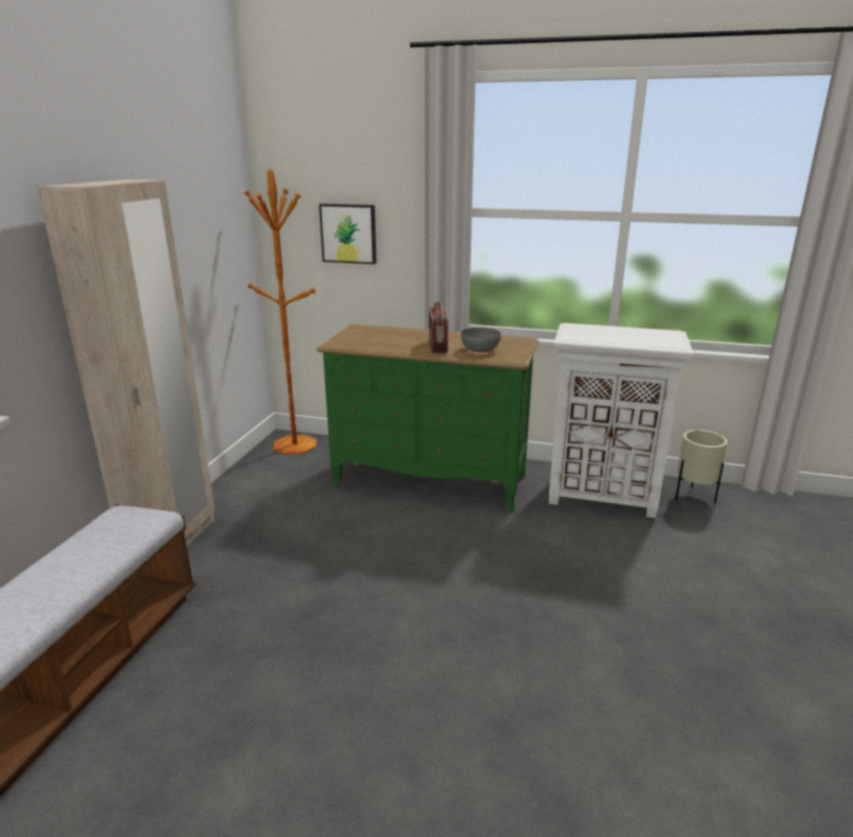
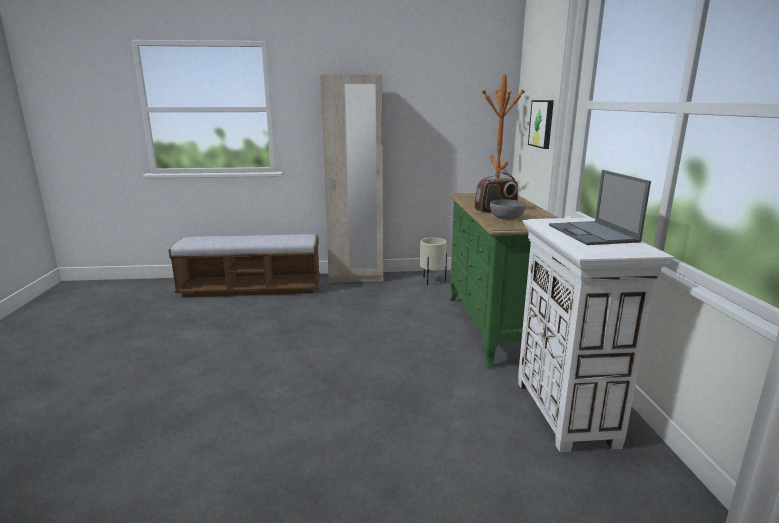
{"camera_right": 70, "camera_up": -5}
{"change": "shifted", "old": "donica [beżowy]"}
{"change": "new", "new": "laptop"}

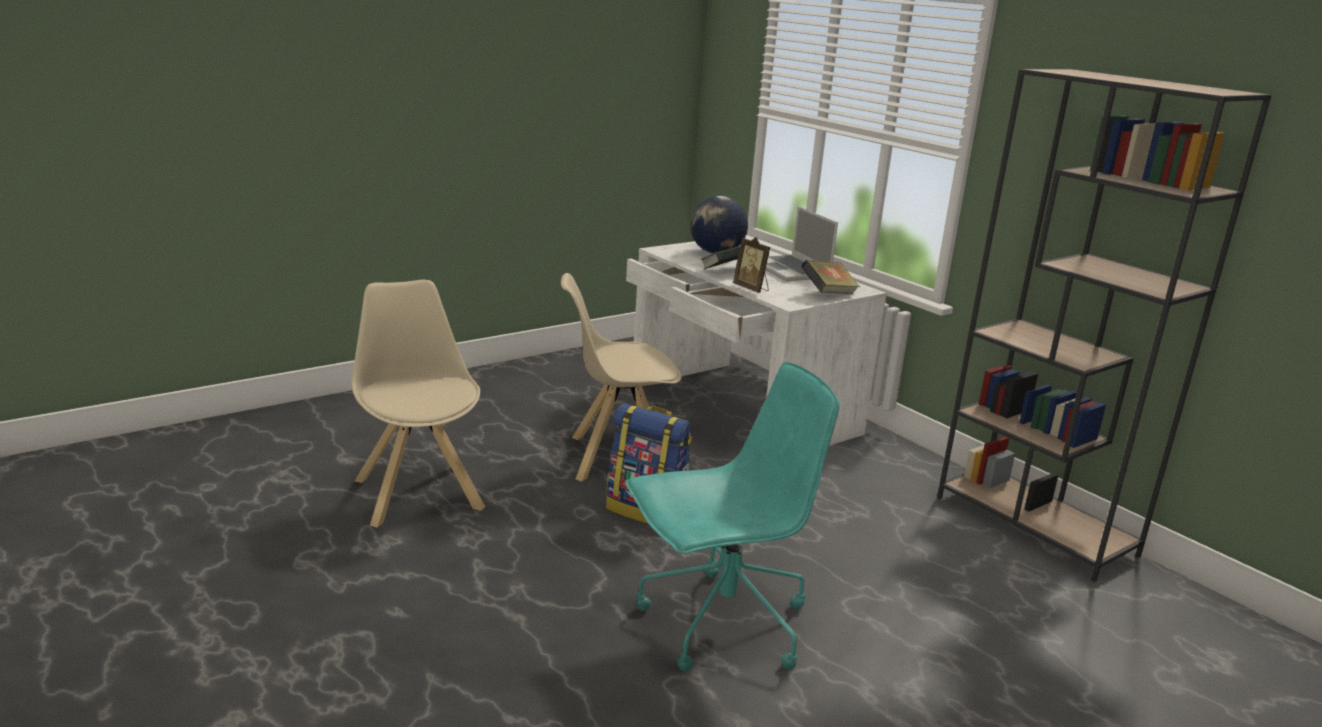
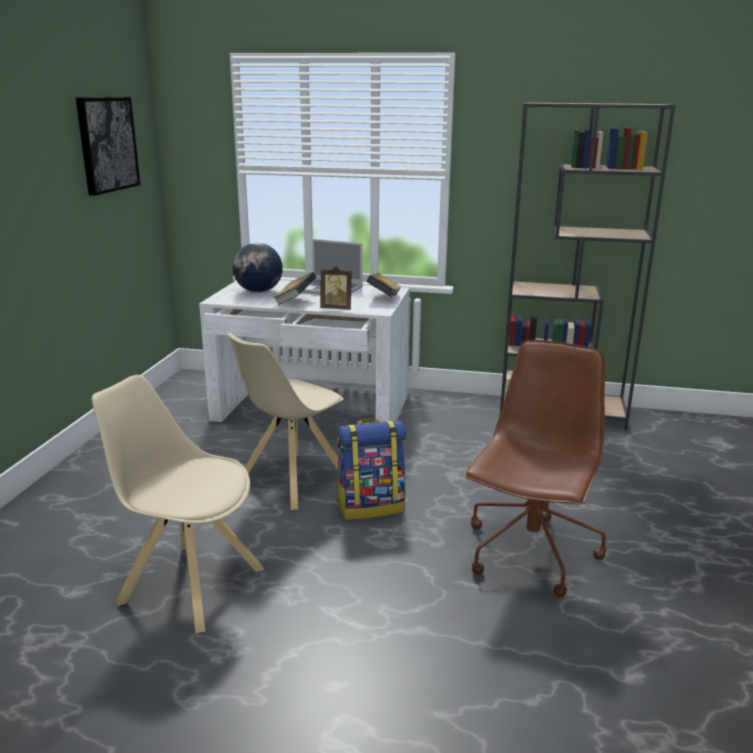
{"camera_right": -40, "camera_up": 0}
{"change": "new", "new": "obraz"}
{"change": "repainted", "old": "krzesło biurowe [turkusowy]", "new": "krzesło biurowe [brązowy]"}

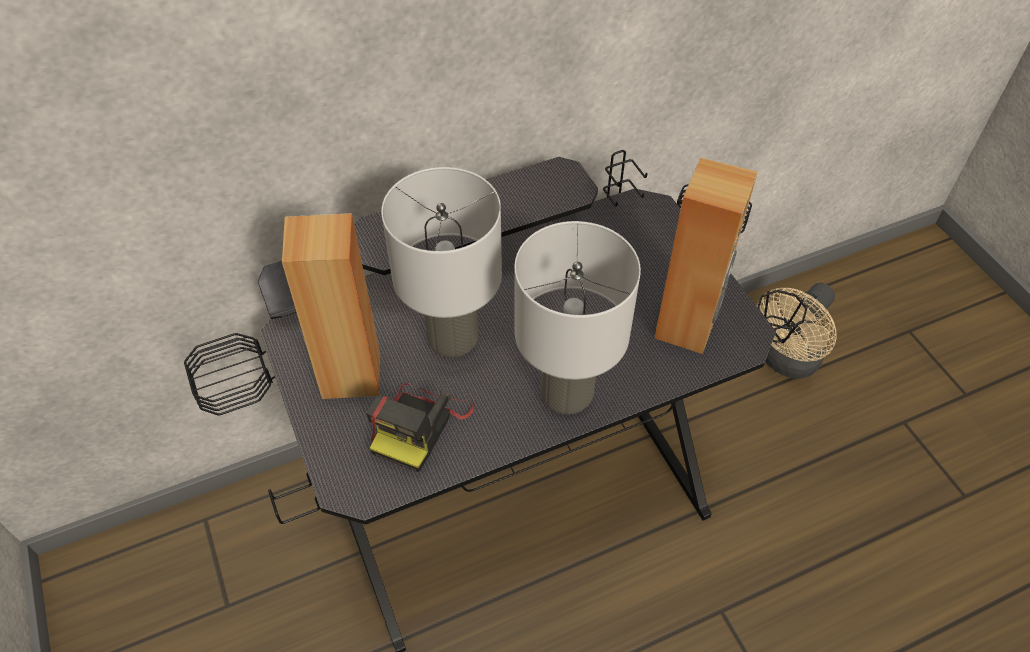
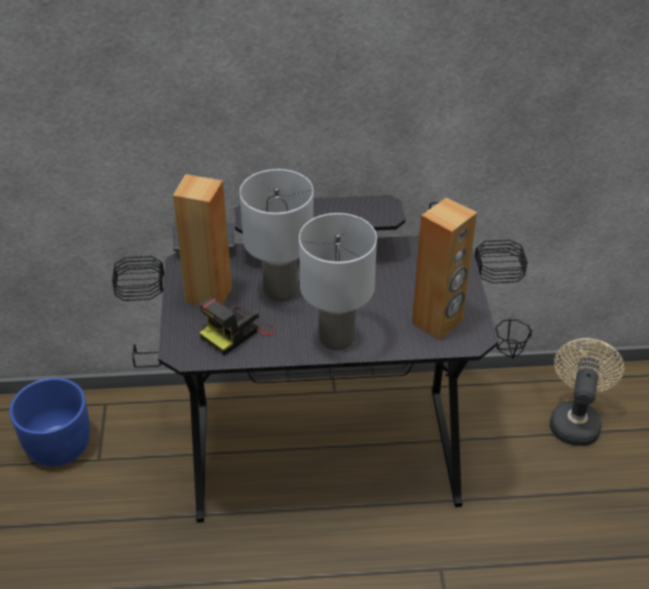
{"camera_right": 20, "camera_up": -10}
{"change": "new", "new": "donica [niebieski]"}
{"change": "rotated", "old": "wentylator [beżowy]", "degrees": 135}

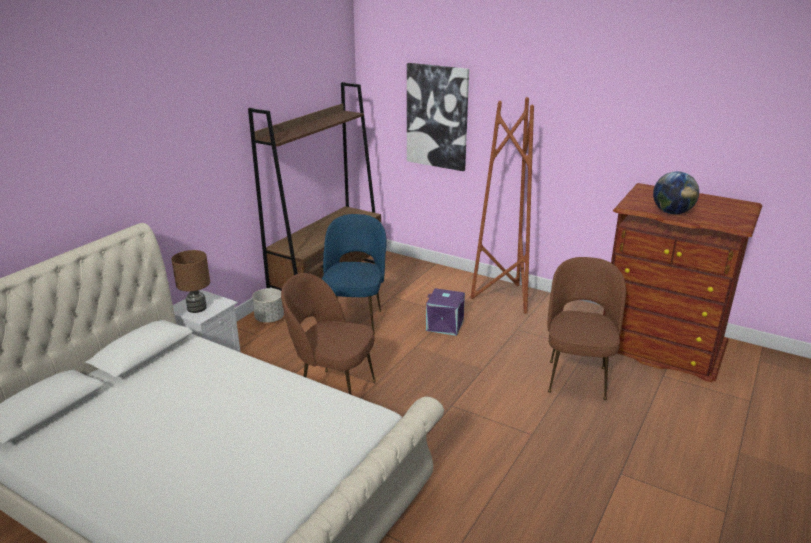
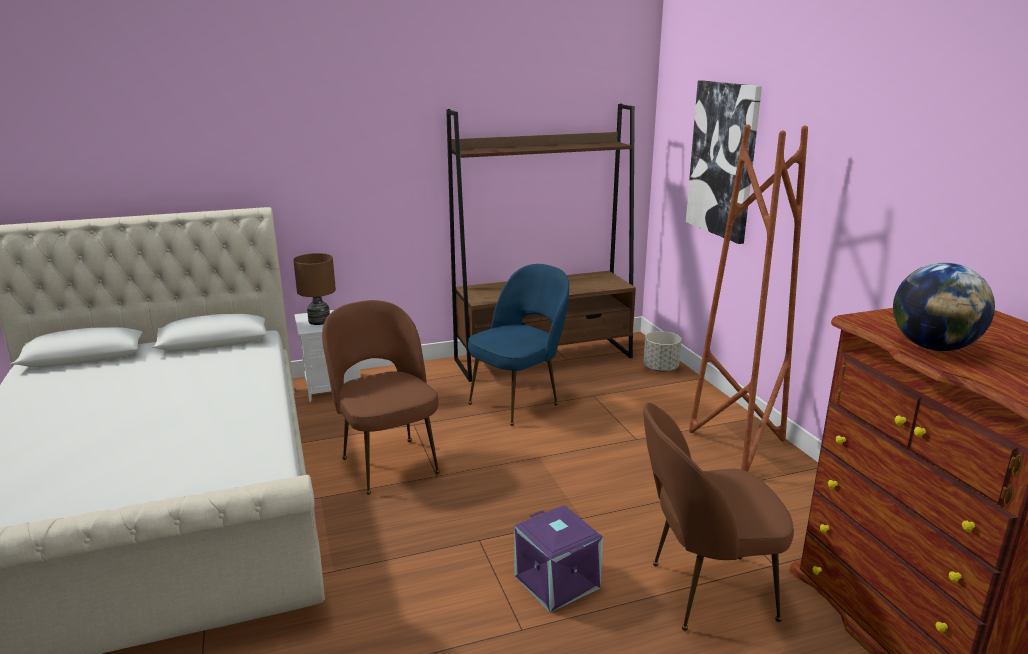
{"camera_right": 40, "camera_up": -5}
{"change": "shifted", "old": "pojemnik do przechowywania [fioletowy]"}
{"change": "shifted", "old": "donica [szary]"}
{"change": "rotated", "old": "krzesło [brązowy] (no. 2 from left)", "degrees": -150}

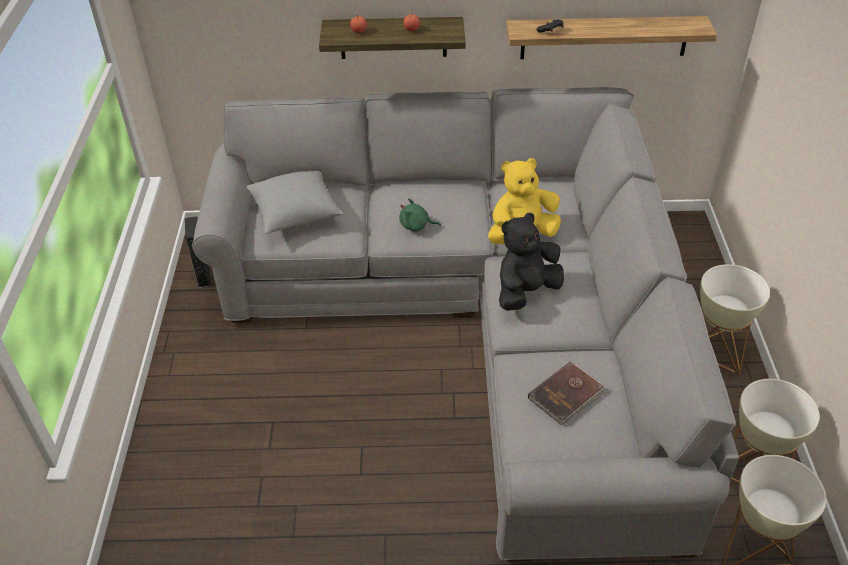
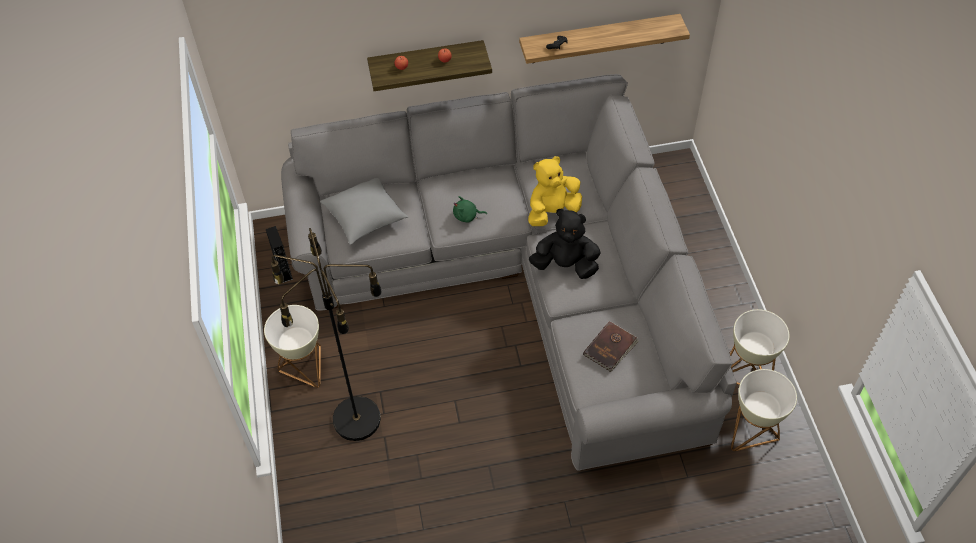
{"camera_right": -10, "camera_up": 10}
{"change": "shifted", "old": "donica (no. 1 from left)"}
{"change": "new", "new": "lampa stojąca"}
{"change": "rotated", "old": "pluszak [czarny]", "degrees": 60}

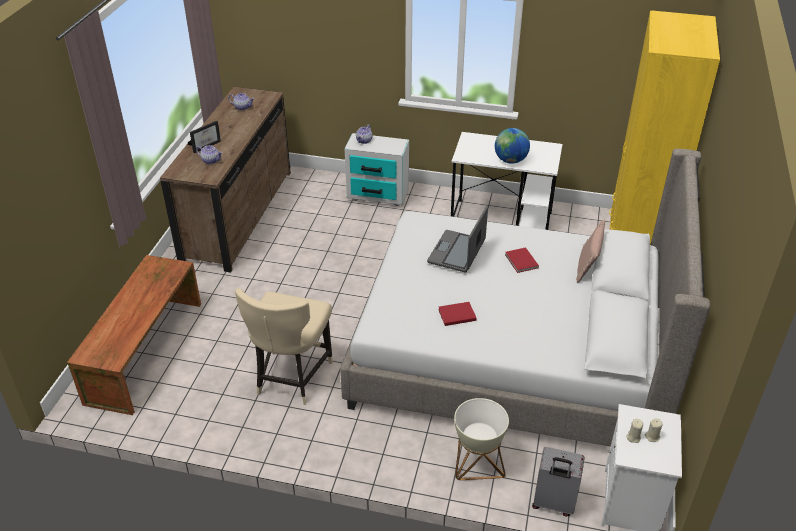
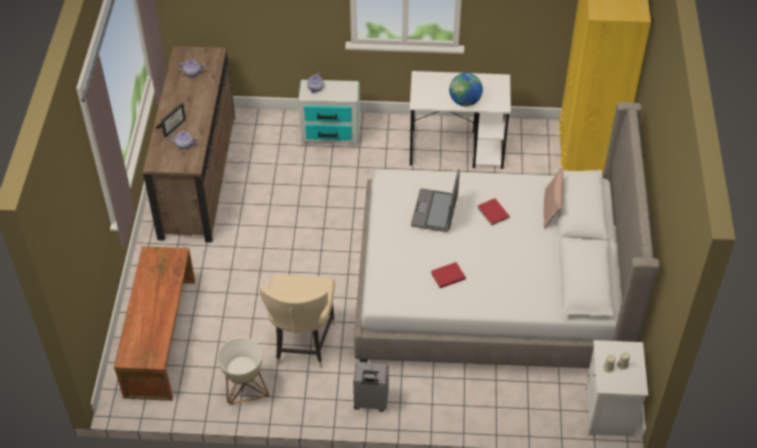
{"camera_right": -10, "camera_up": 10}
{"change": "shifted", "old": "donica"}
{"change": "shifted", "old": "walizka [szary]"}

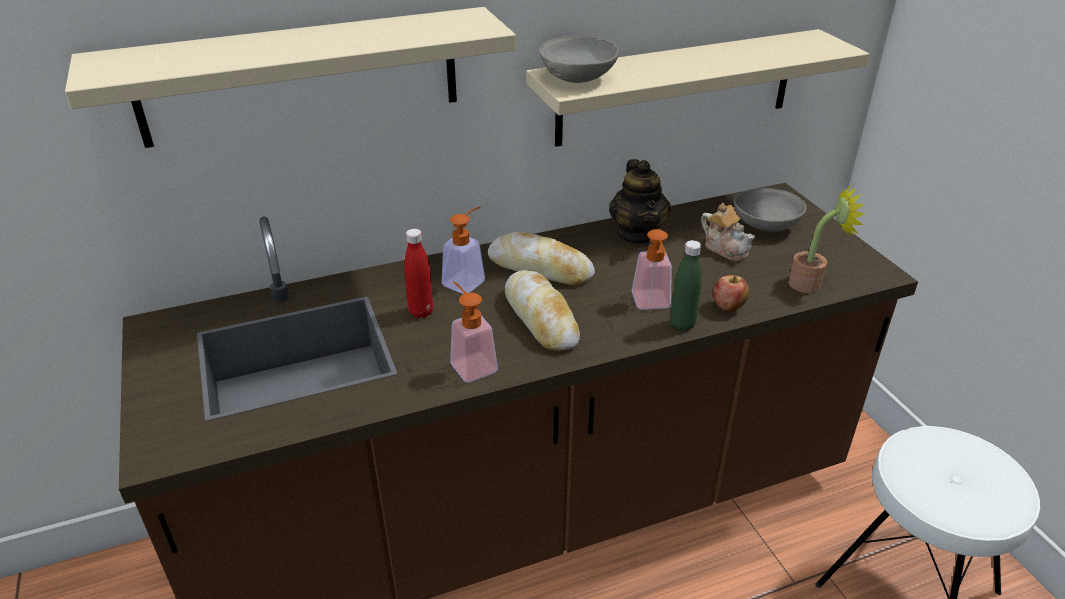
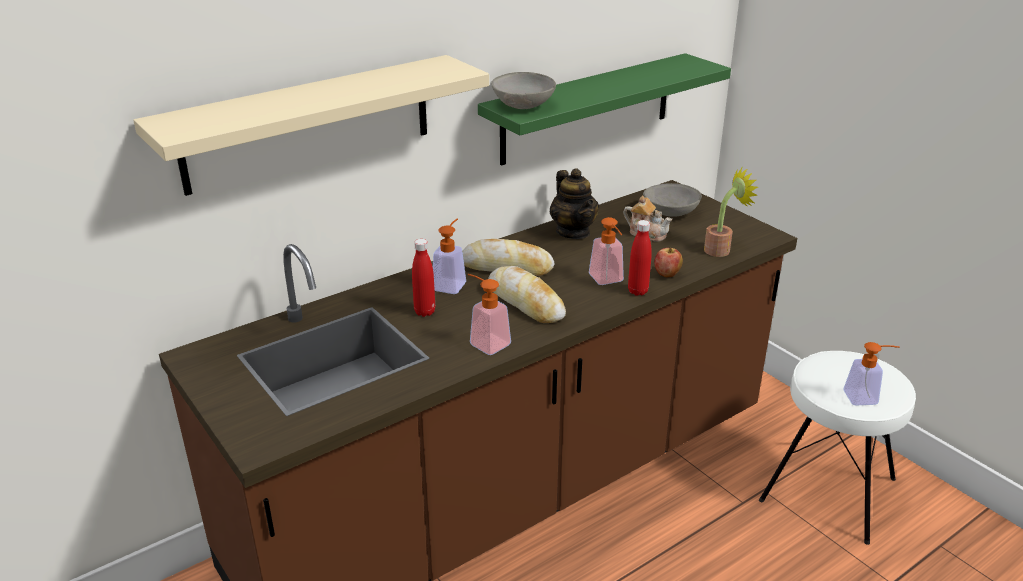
{"camera_right": -15, "camera_up": -5}
{"change": "repainted", "old": "półka [beżowy] (no. 2 from left)", "new": "półka [zielony]"}
{"change": "repainted", "old": "butelka [zielony]", "new": "butelka [czerwony] (no. 2 from left)"}
{"change": "new", "new": "dozownik mydła (no. 4 from left)"}

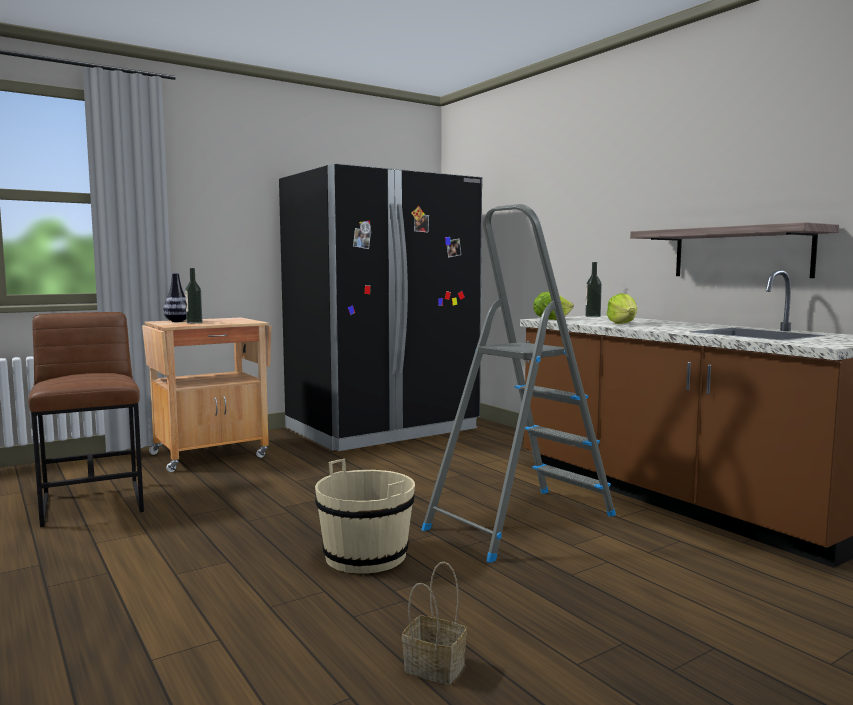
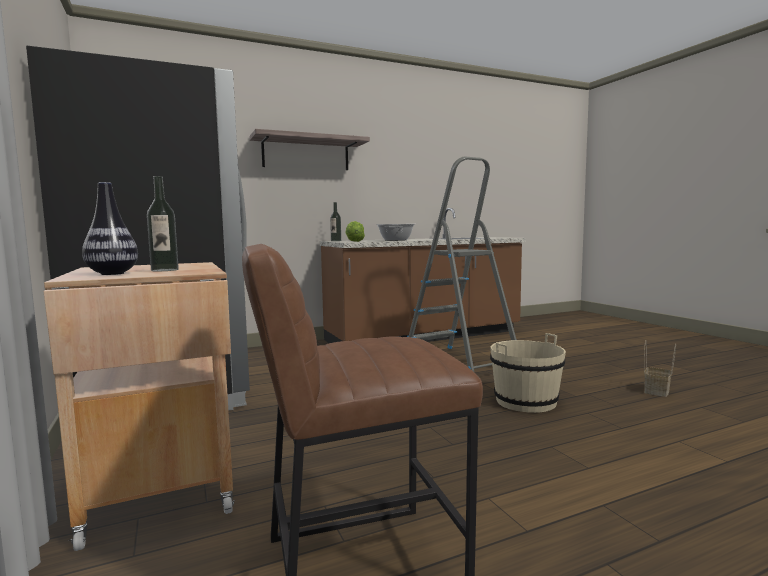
{"camera_right": -80, "camera_up": 0}
{"change": "shifted", "old": "półka"}
{"change": "swapped", "old": "sałata (no. 2 from left)", "new": "garnek"}

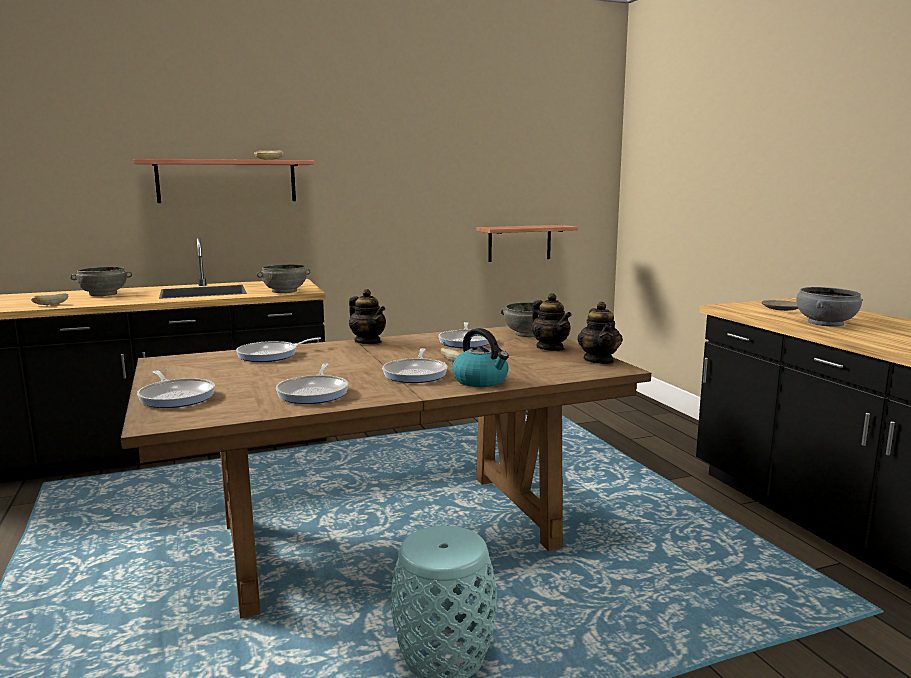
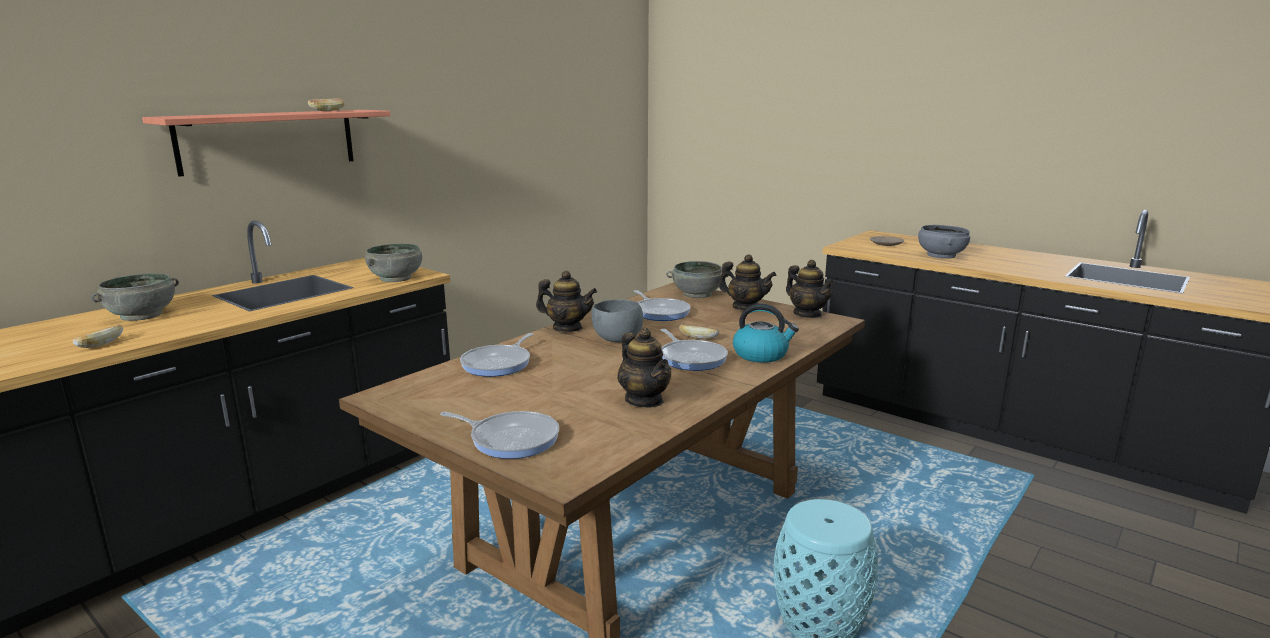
{"camera_right": -30, "camera_up": 5}
{"change": "new", "new": "miska [szary] (no. 3 from left)"}
{"change": "swapped", "old": "patelnia (no. 3 from left)", "new": "imbryk (no. 2 from left)"}
{"change": "gone", "old": "półka (no. 2 from left)"}

